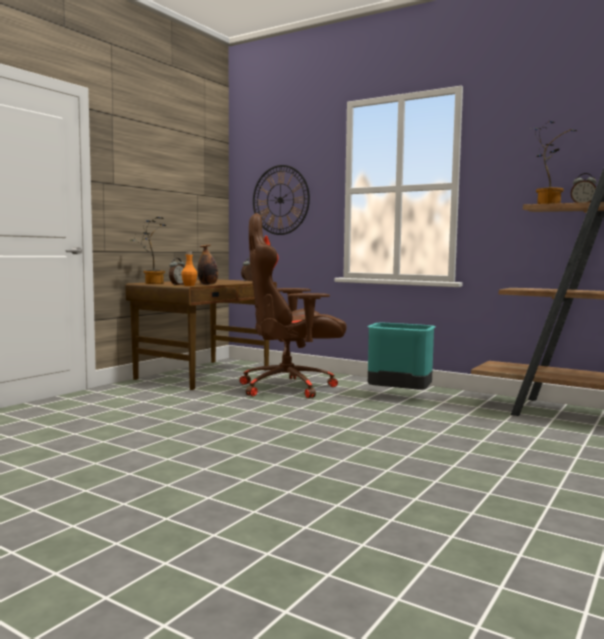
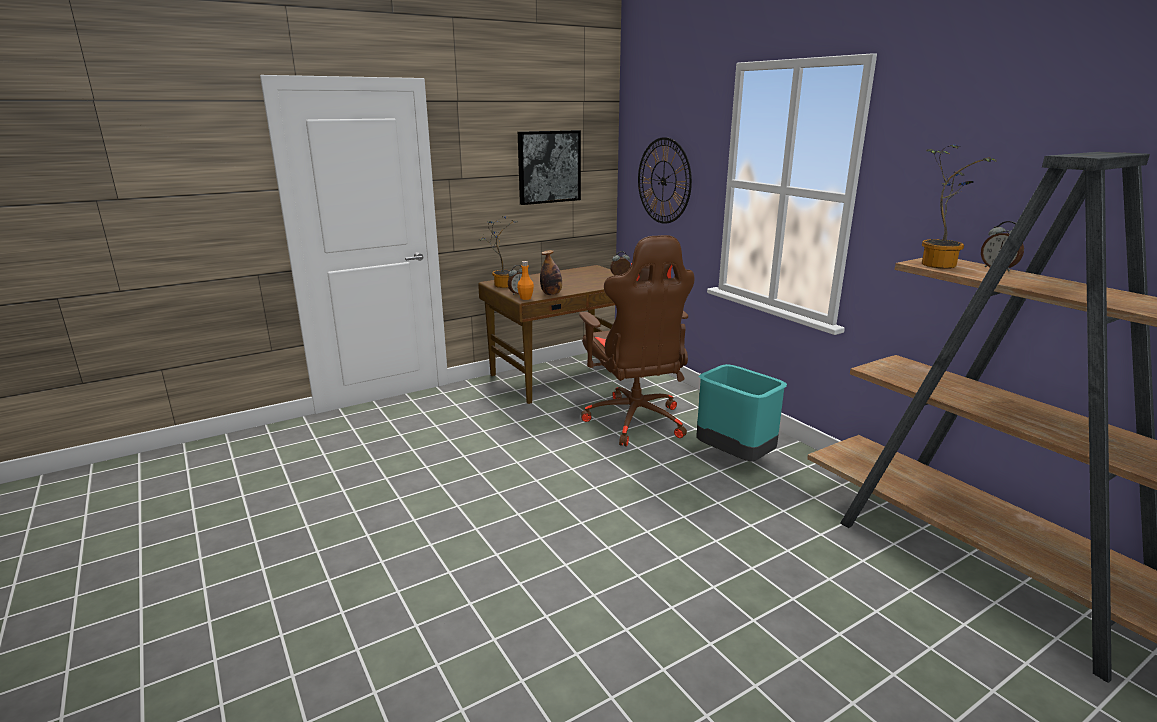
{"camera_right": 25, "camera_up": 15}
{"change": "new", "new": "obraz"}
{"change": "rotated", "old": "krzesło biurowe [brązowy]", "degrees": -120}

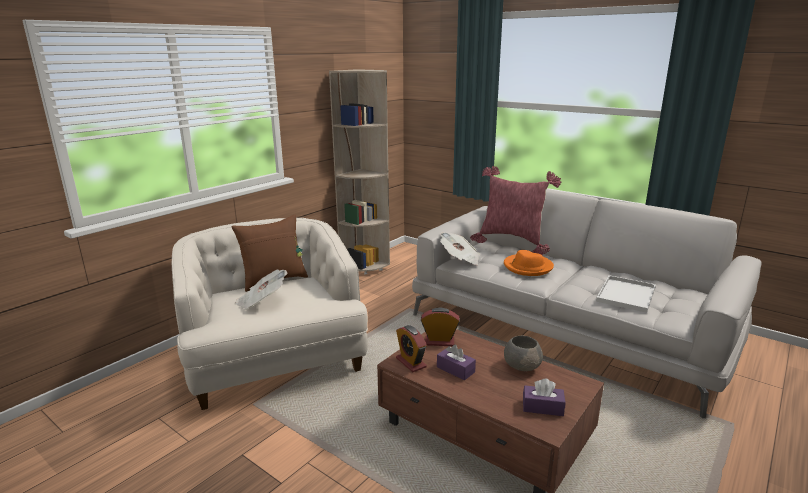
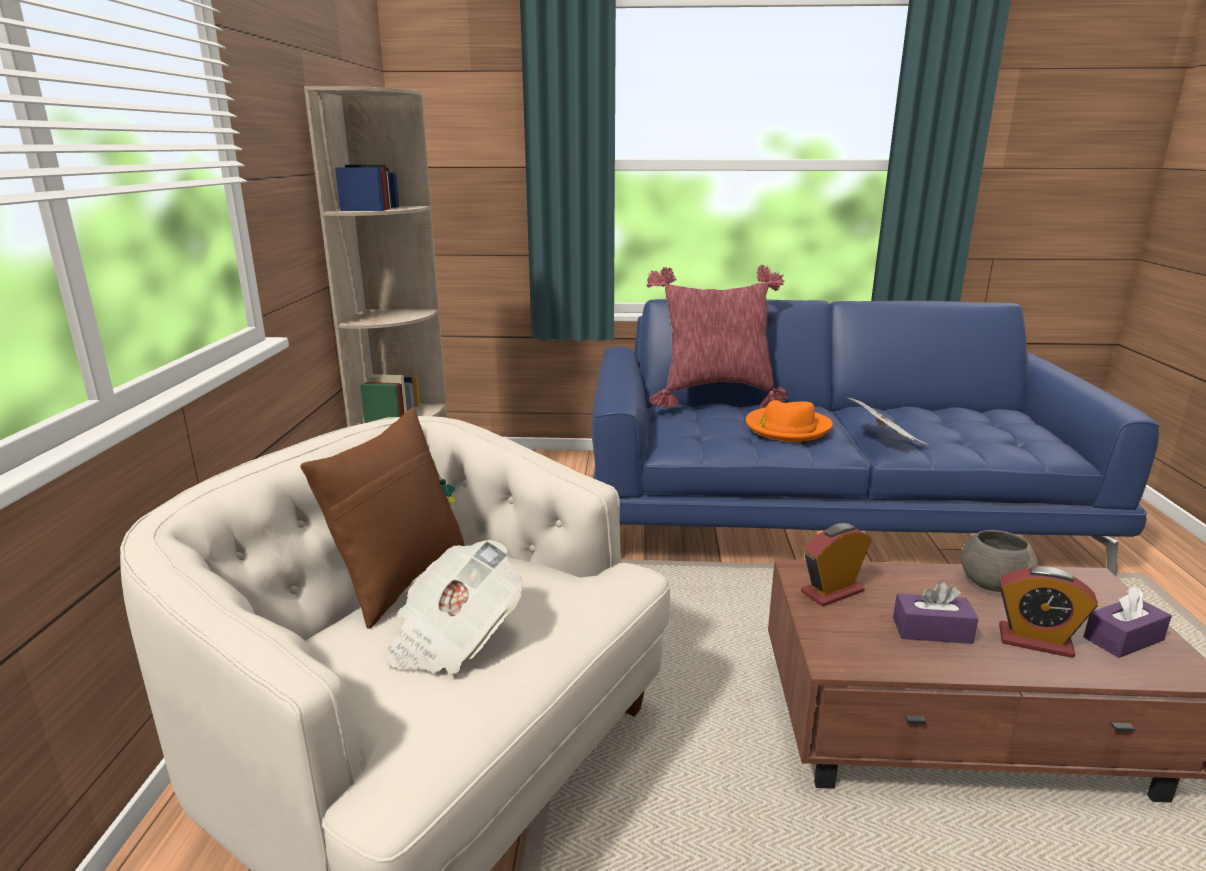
{"camera_right": -35, "camera_up": 0}
{"change": "repainted", "old": "kanapa [szary]", "new": "kanapa [niebieski]"}
{"change": "shifted", "old": "gazeta (no. 2 from left)"}
{"change": "shifted", "old": "budzik (no. 1 from left in the first image)", "new": "budzik (no. 2 from left)"}
{"change": "gone", "old": "taca [biały]"}

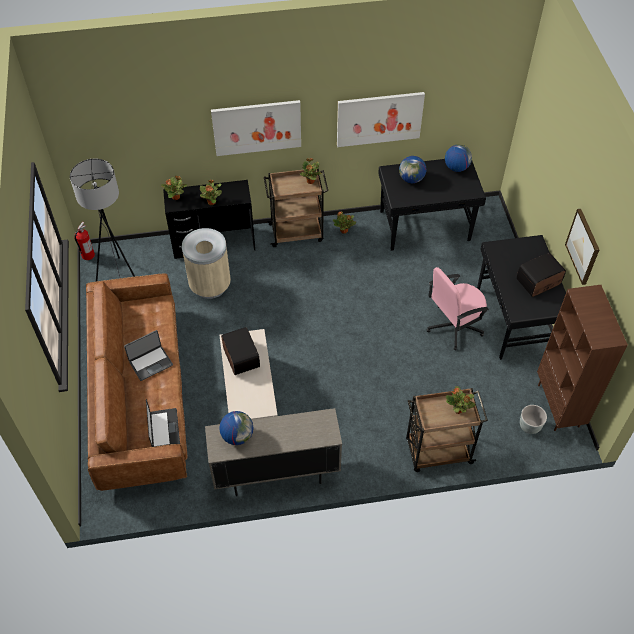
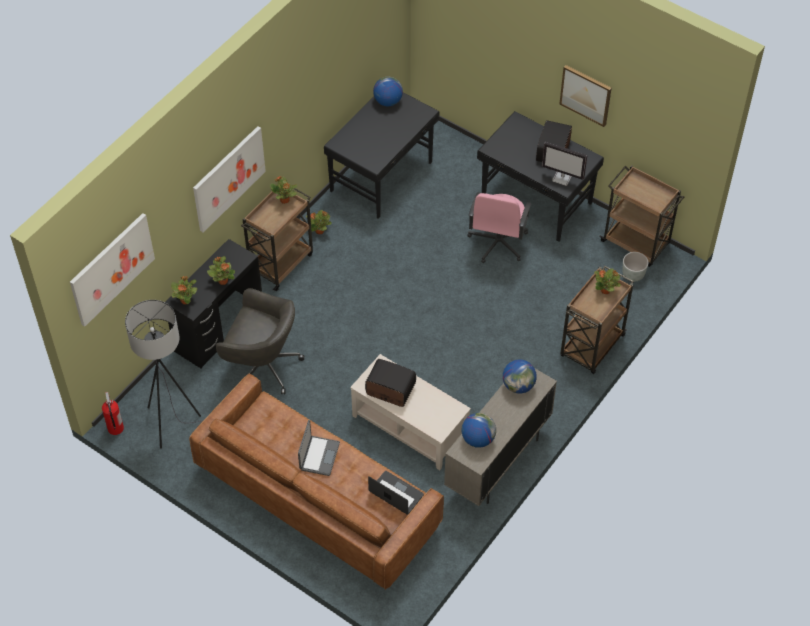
{"camera_right": -45, "camera_up": 0}
{"change": "shifted", "old": "obraz (no. 2 from left in the first image)", "new": "obraz (no. 1 from left)"}
{"change": "swapped", "old": "kosz na śmieci [beżowy]", "new": "krzesło biurowe [szary]"}
{"change": "shifted", "old": "globus (no. 2 from left in the first image)", "new": "globus (no. 3 from left)"}
{"change": "new", "new": "monitor"}
{"change": "swapped", "old": "regał [brązowy]", "new": "wózek [brązowy] (no. 3 from left)"}

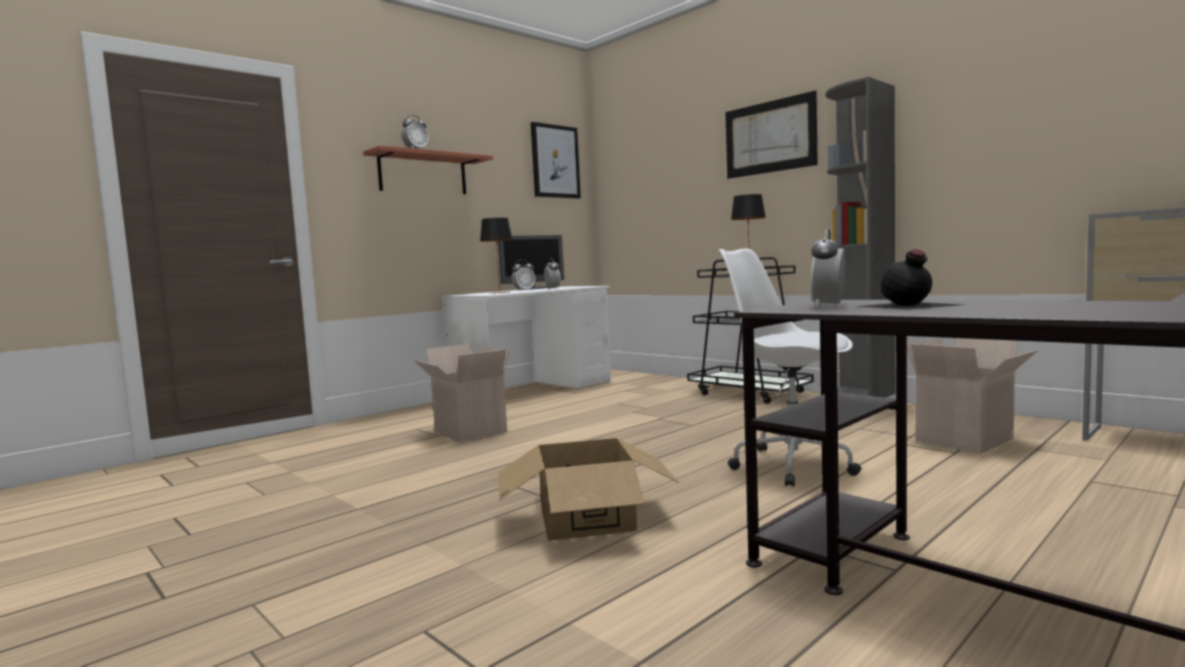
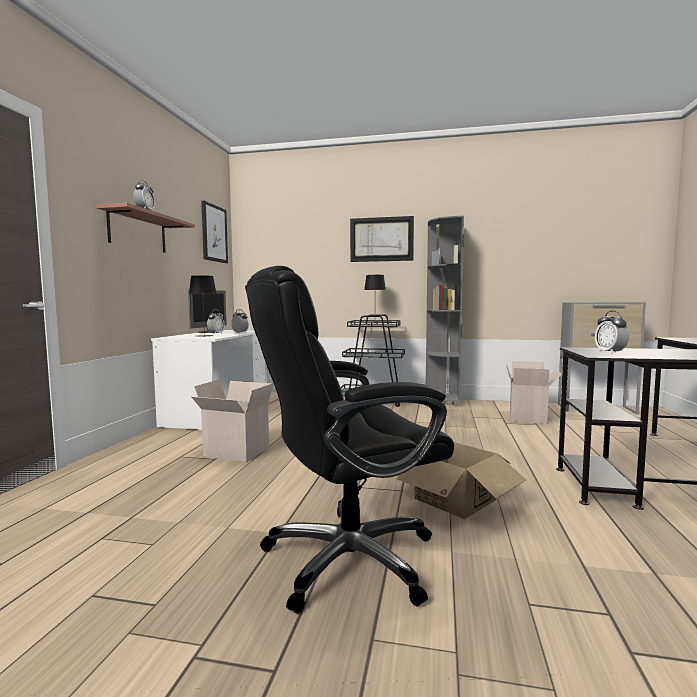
{"camera_right": -35, "camera_up": 0}
{"change": "new", "new": "krzesło biurowe [czarny]"}
{"change": "gone", "old": "krzesło biurowe [biały]"}
{"change": "gone", "old": "butelka [czarny]"}

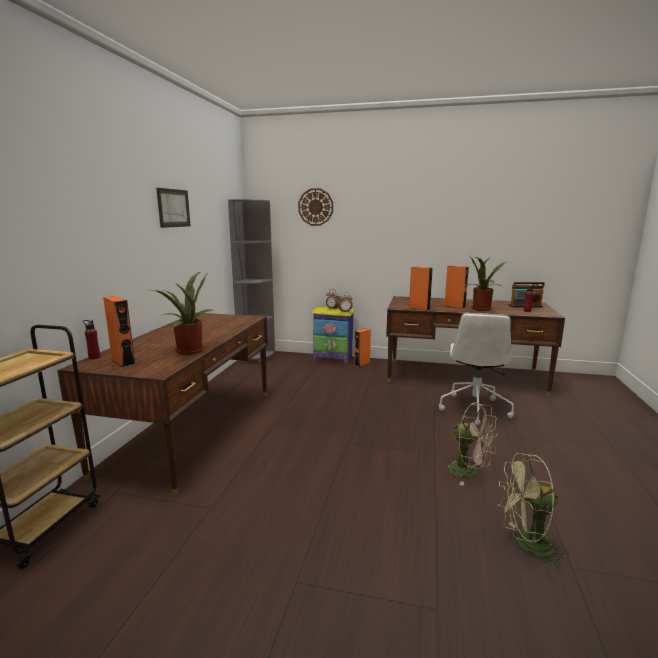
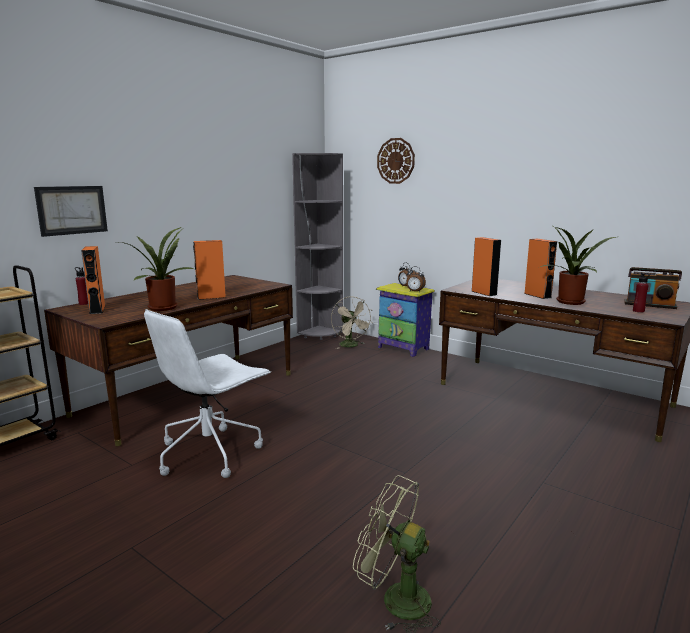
{"camera_right": 25, "camera_up": 0}
{"change": "shifted", "old": "obraz"}
{"change": "shifted", "old": "krzesło biurowe [biały]"}
{"change": "shifted", "old": "głośnik [pomarańczowy] (no. 2 from left)"}
{"change": "shifted", "old": "wentylator [beżowy]"}

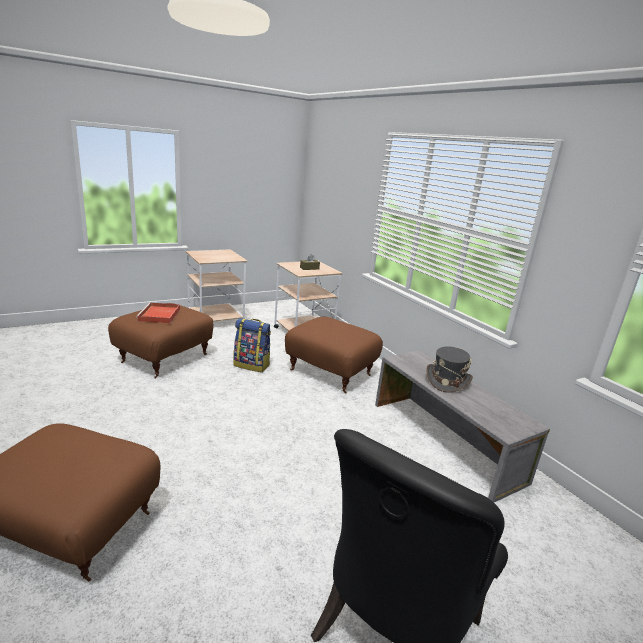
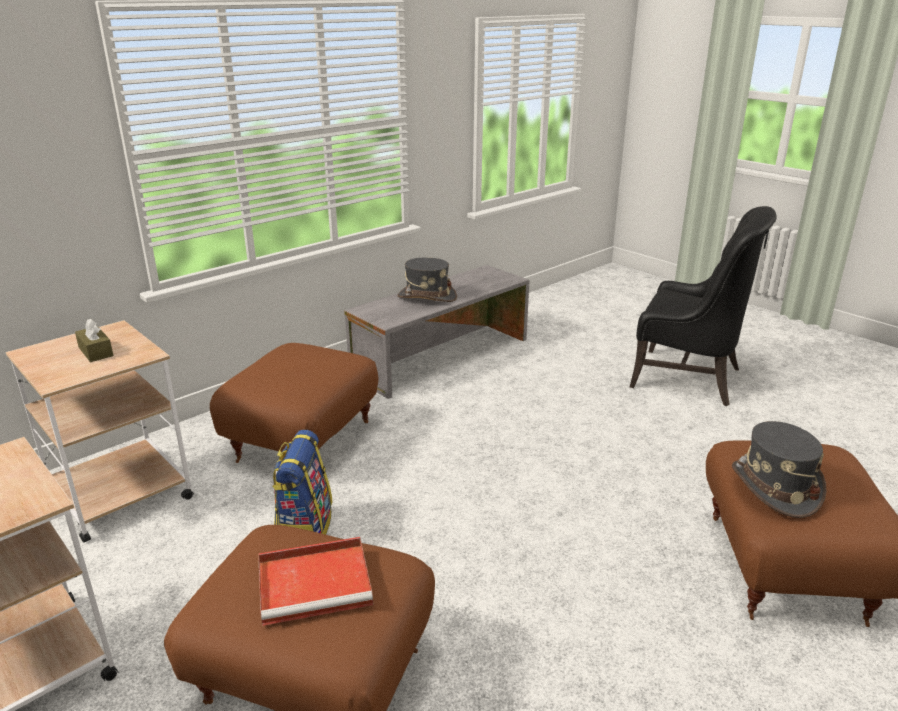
{"camera_right": -100, "camera_up": 5}
{"change": "new", "new": "kapelusz [szary] (no. 2 from left)"}

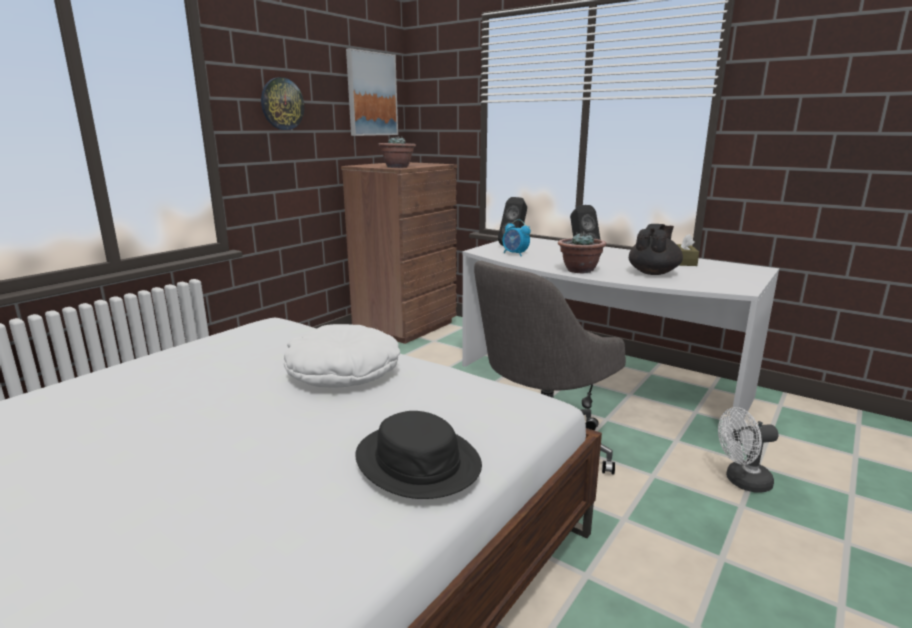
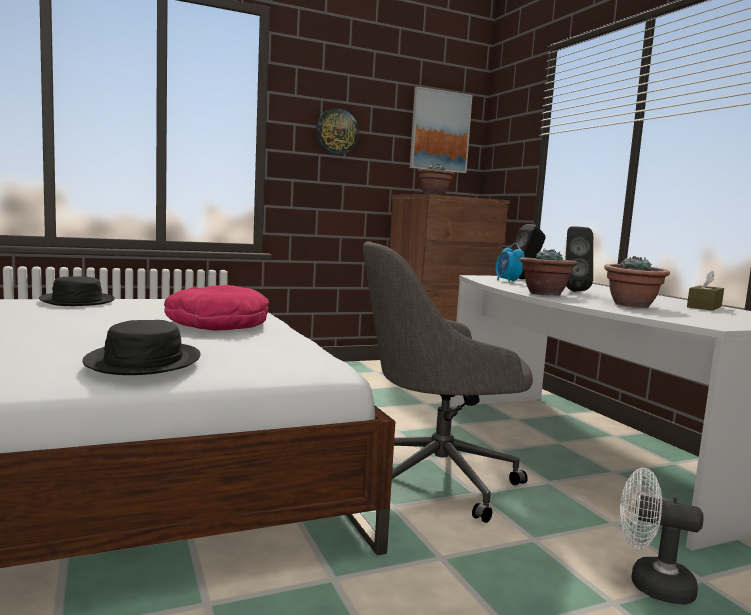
{"camera_right": 30, "camera_up": -10}
{"change": "new", "new": "kapelusz [czarny] (no. 1 from left)"}
{"change": "repainted", "old": "poduszka [biały]", "new": "poduszka [różowy]"}
{"change": "swapped", "old": "imbryk [czarny]", "new": "roślina doniczkowa (no. 3 from left)"}

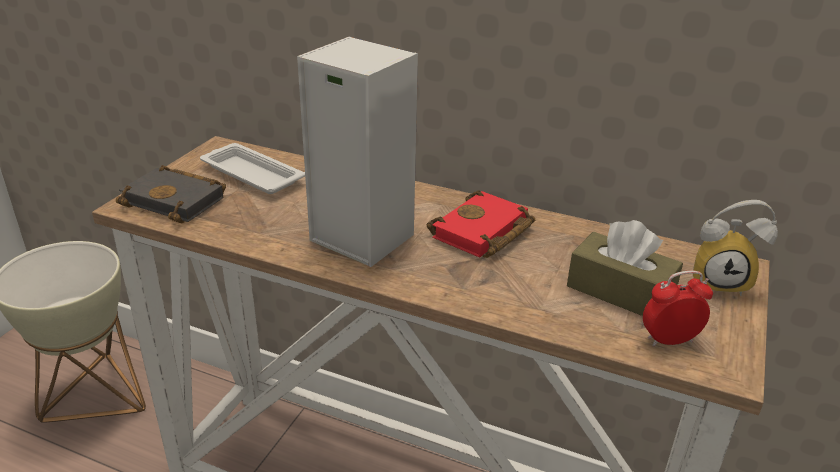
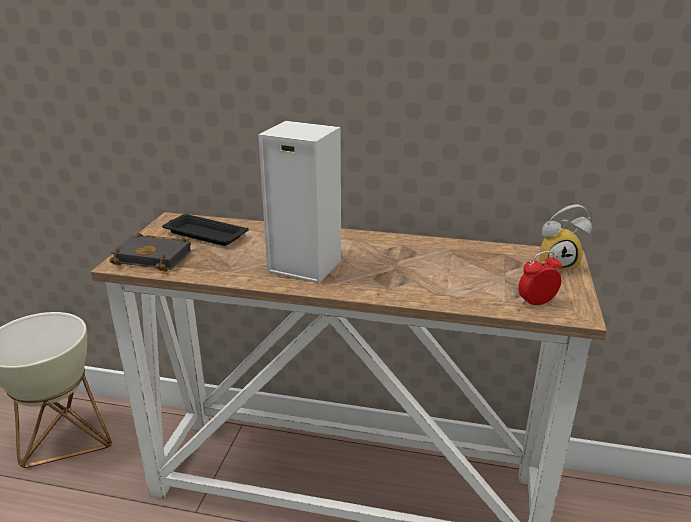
{"camera_right": -10, "camera_up": -5}
{"change": "repainted", "old": "taca [biały]", "new": "taca [czarny]"}
{"change": "gone", "old": "książka [czerwony]"}
{"change": "gone", "old": "pudełko chusteczek [brązowy]"}

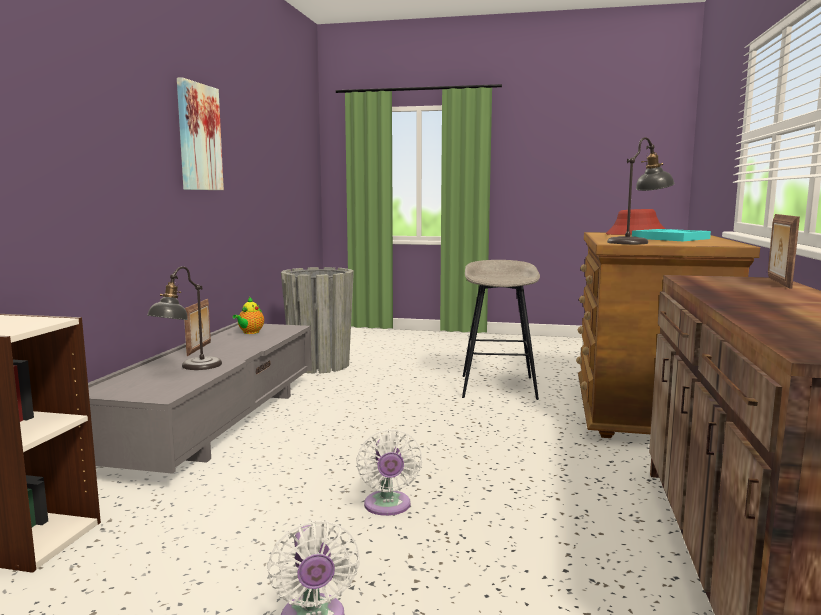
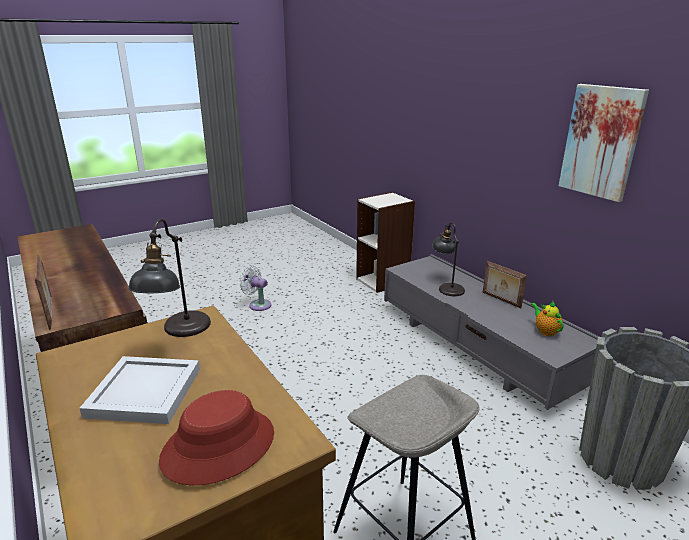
{"camera_right": 135, "camera_up": 15}
{"change": "repainted", "old": "taca [turkusowy]", "new": "taca [biały]"}
{"change": "gone", "old": "wentylator [biały] (no. 2 from left)"}

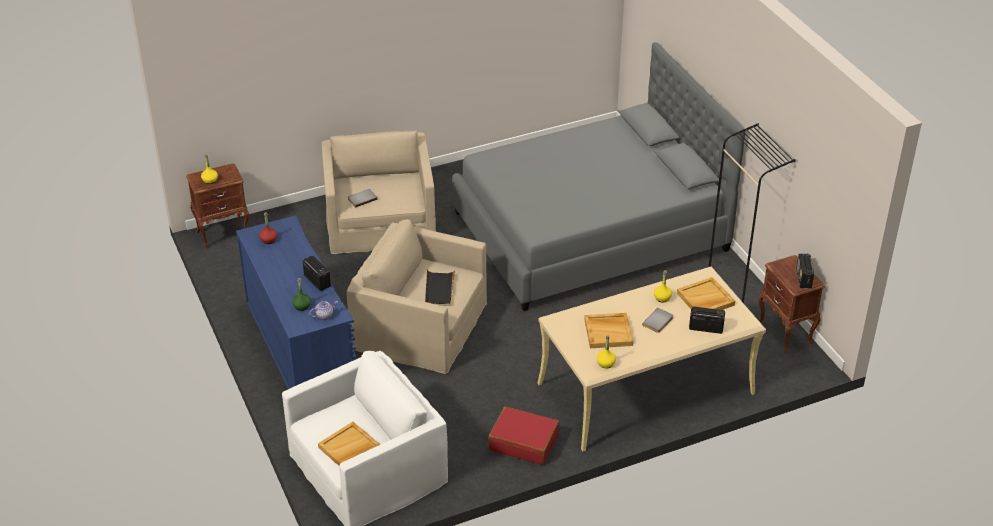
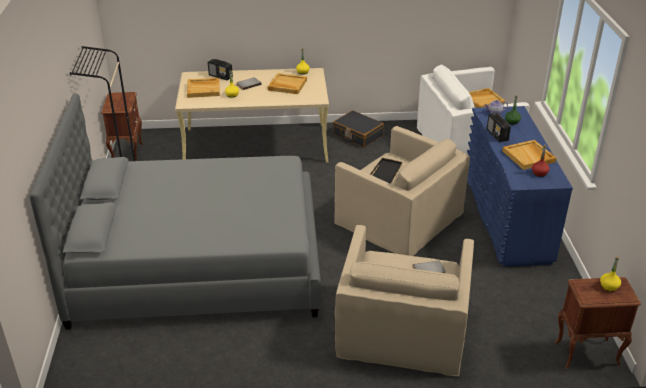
{"camera_right": -160, "camera_up": -5}
{"change": "repainted", "old": "walizka [czerwony]", "new": "walizka [czarny]"}
{"change": "new", "new": "taca [beżowy] (no. 4 from left)"}
{"change": "gone", "old": "radio (no. 3 from left)"}

